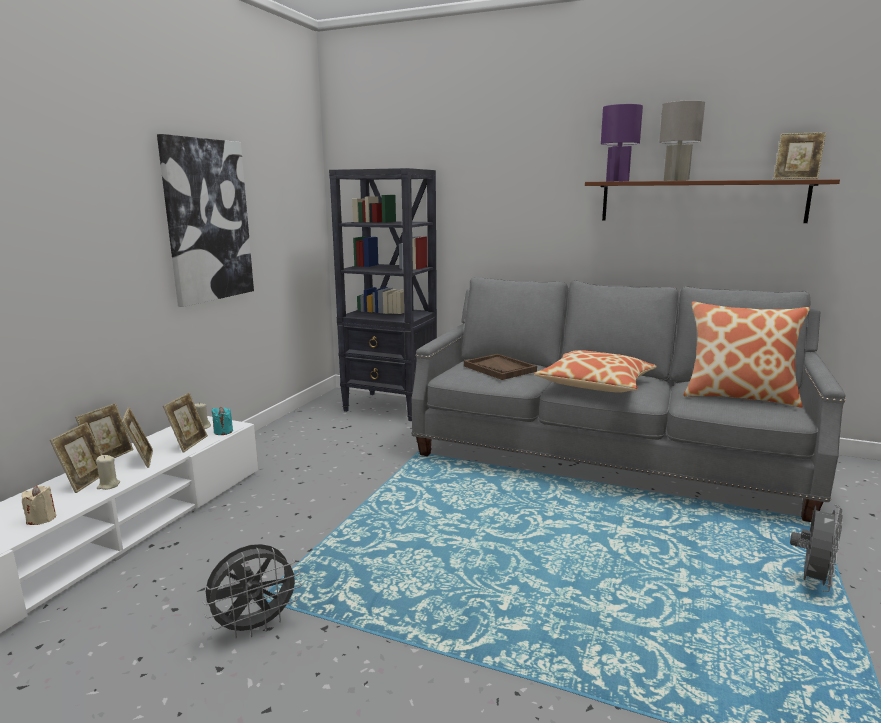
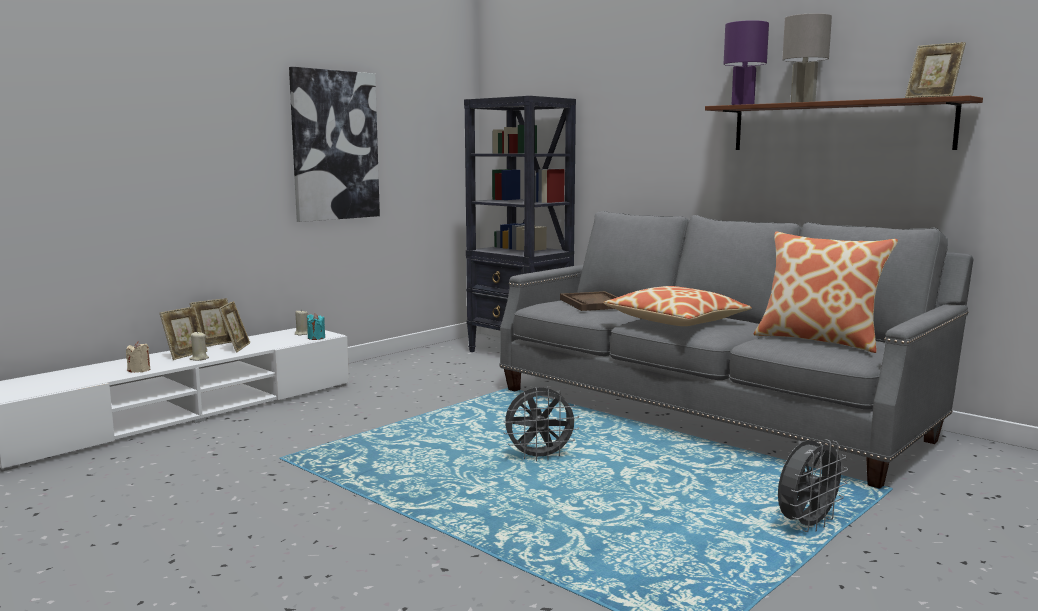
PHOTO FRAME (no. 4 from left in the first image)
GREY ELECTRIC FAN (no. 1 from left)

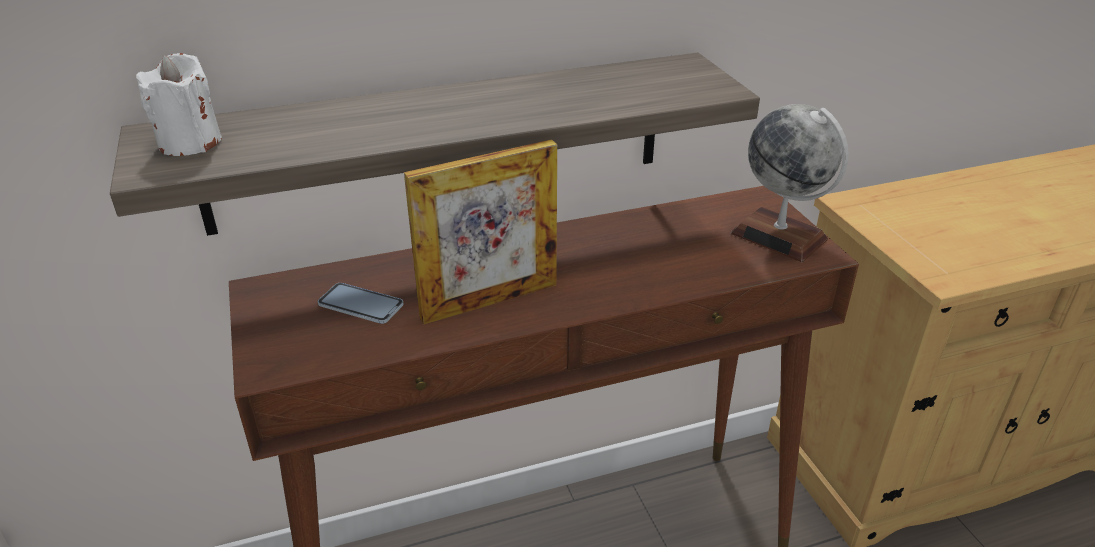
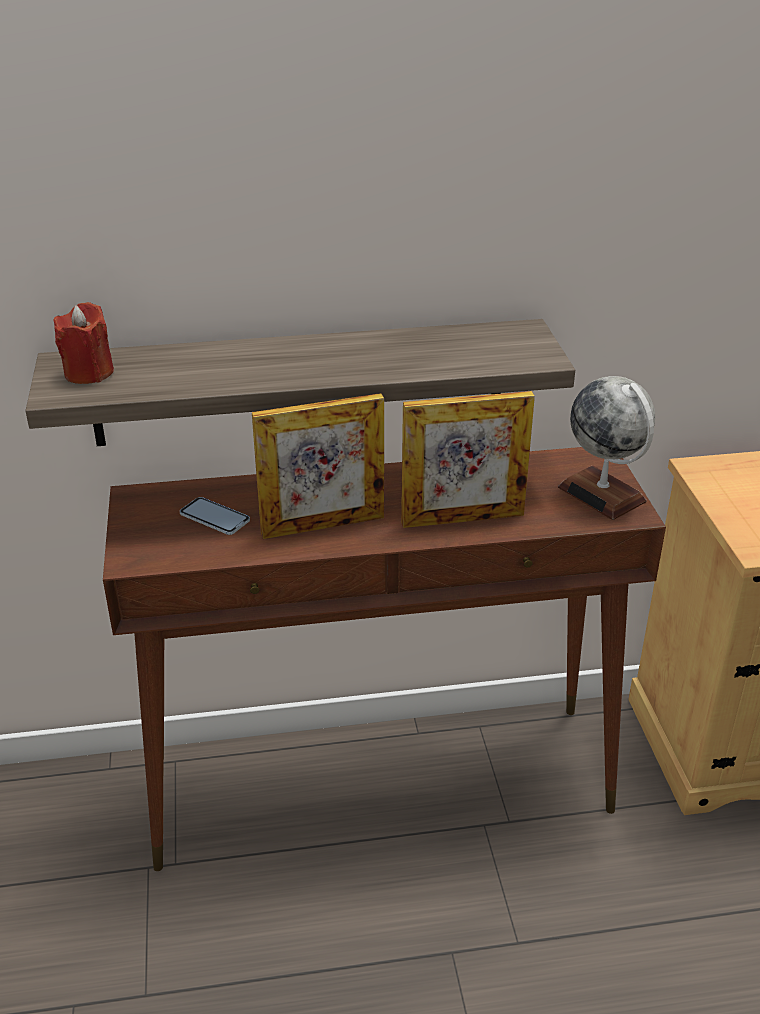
RED-COLOURED WAX CANDLE
PHOTO FRAME (no. 2 from left)

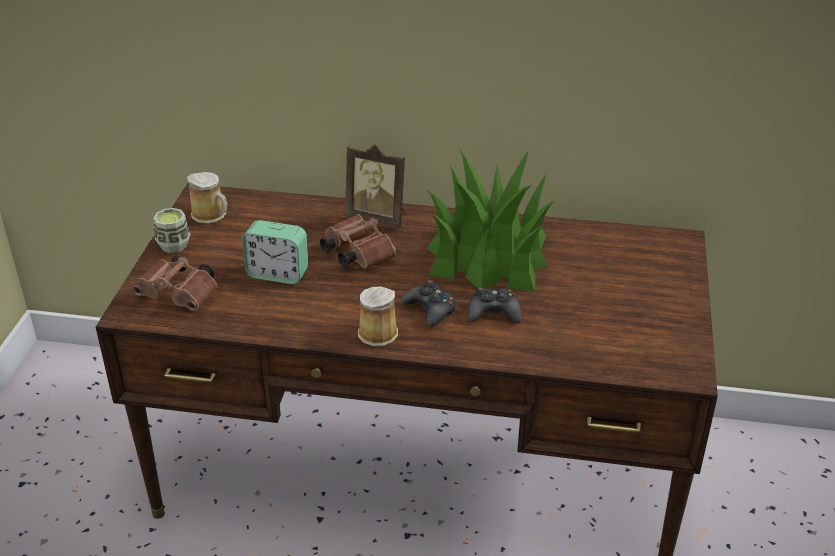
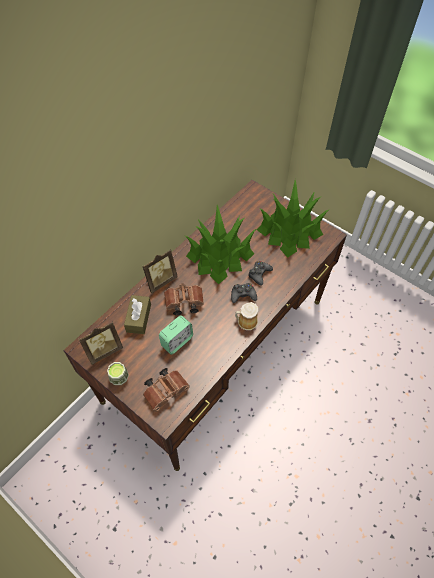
PHOTO FRAME (no. 1 from left)
POTTED PLANT (no. 2 from left)
BROWN TISSUE HOLDER

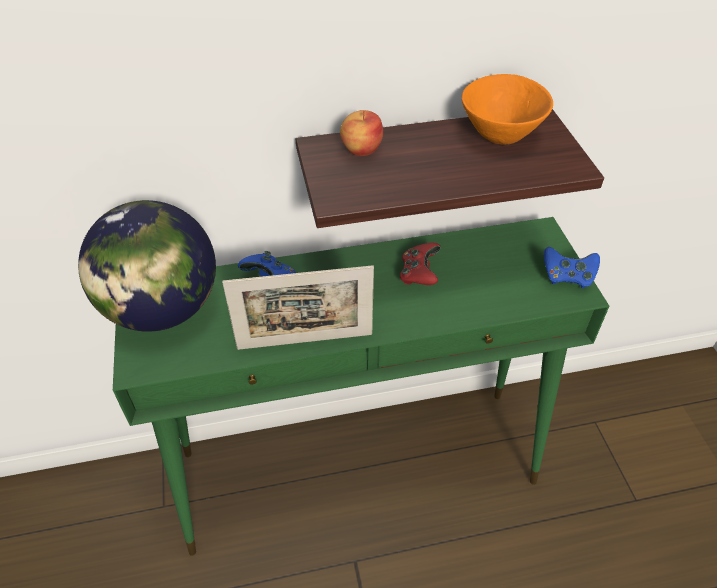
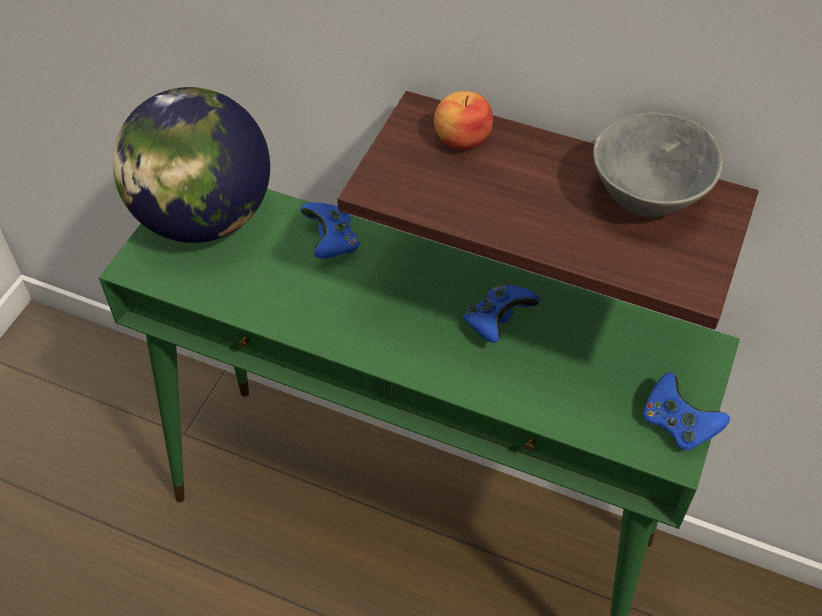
GREY BOWL
BLUISH JOYPAD (no. 2 from left)
PHOTO FRAME

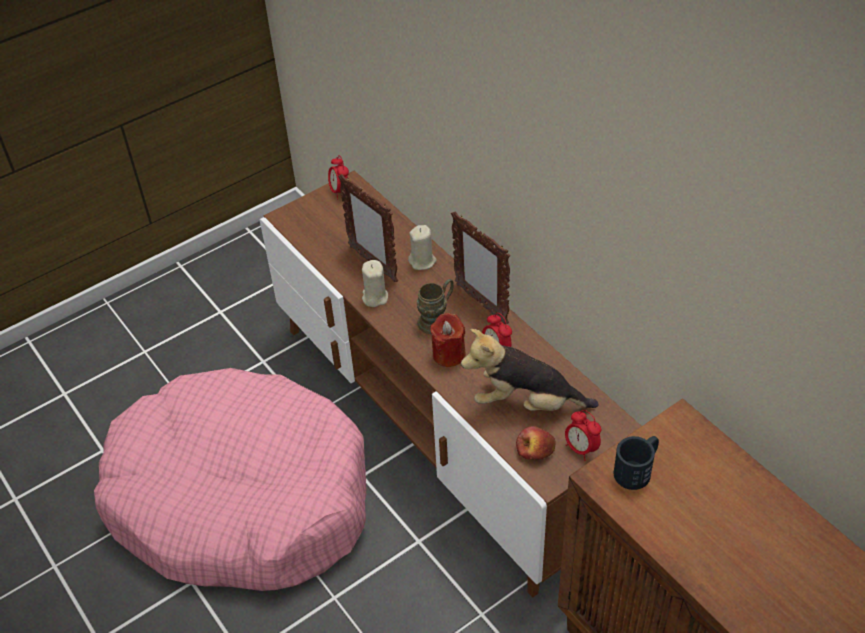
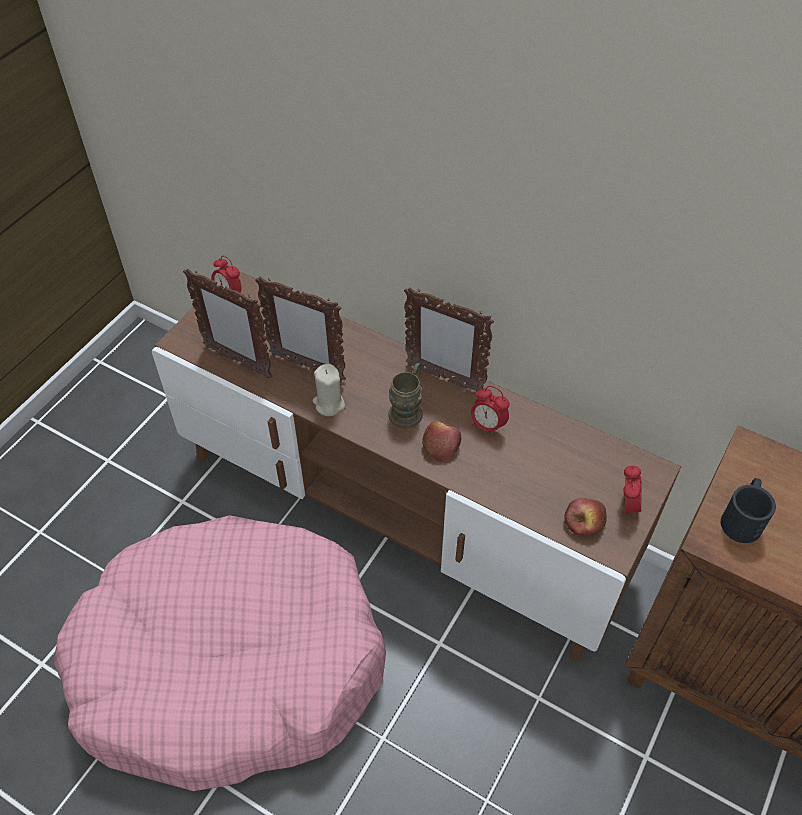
BEIGE-COLOURED WAX CANDLE (no. 2 from left in the first image)
APPLE FRUIT (no. 1 from left)
SOFT TOY
TABLE CLOCK (no. 3 from left)
PHOTO FRAME (no. 1 from left)

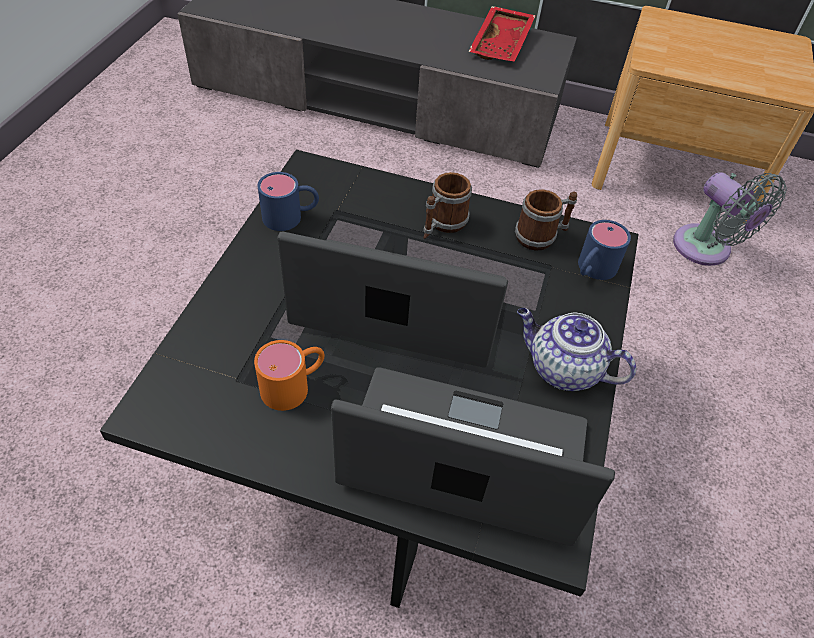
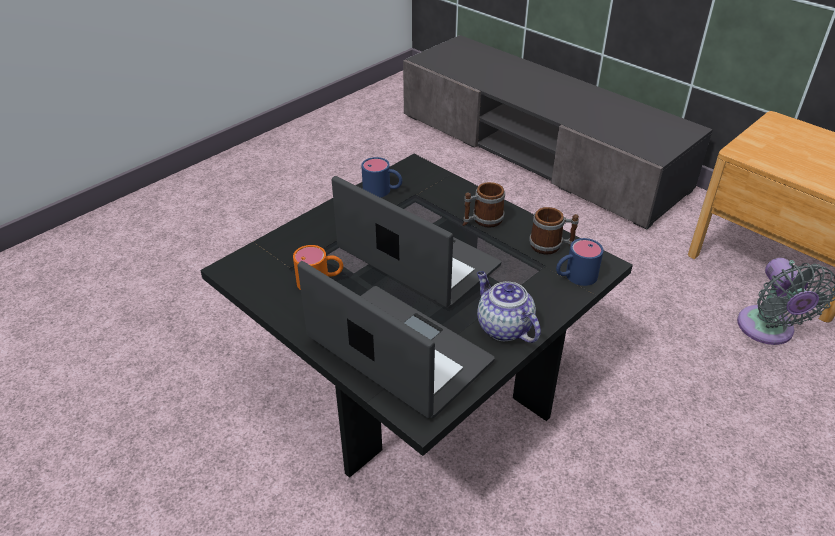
RED-COLOURED CARRYING TRAY

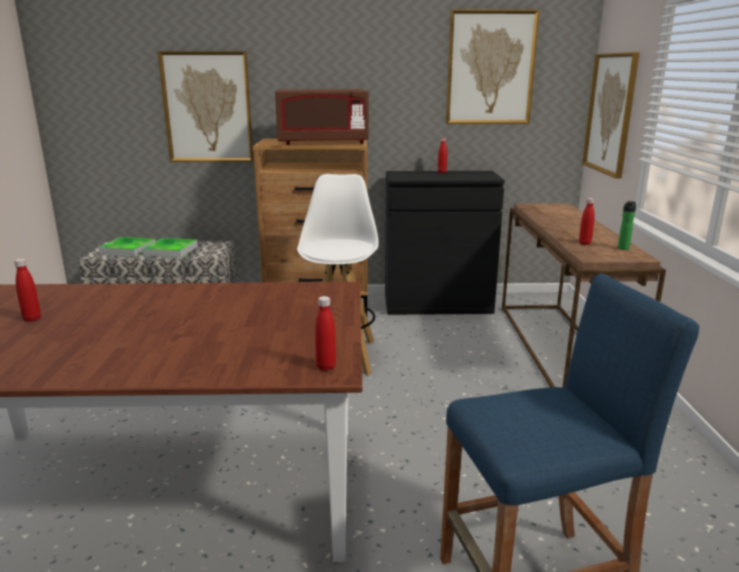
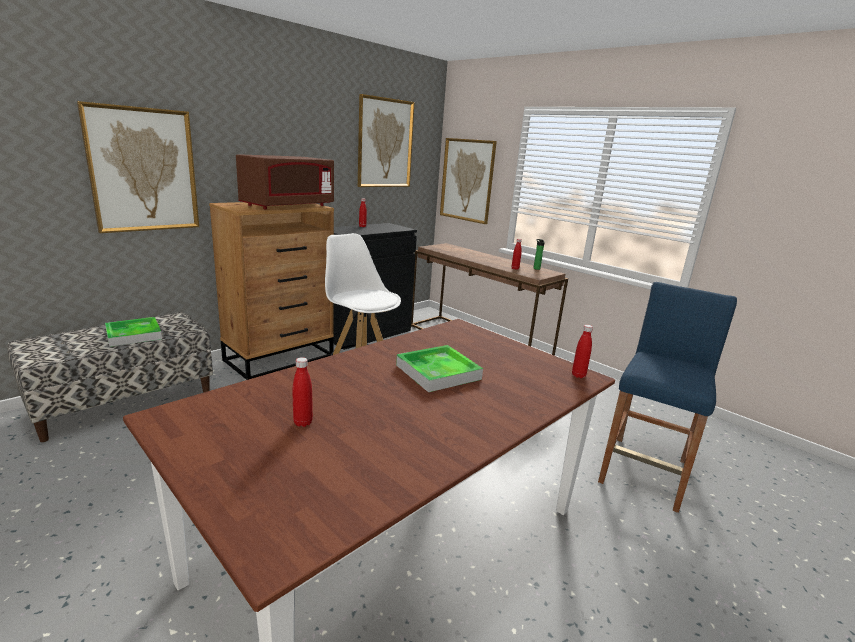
CARRYING TRAY (no. 2 from left)

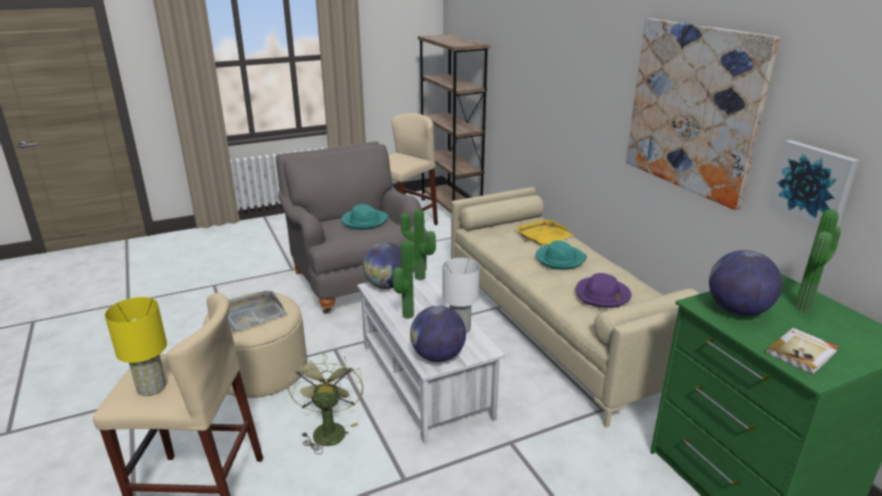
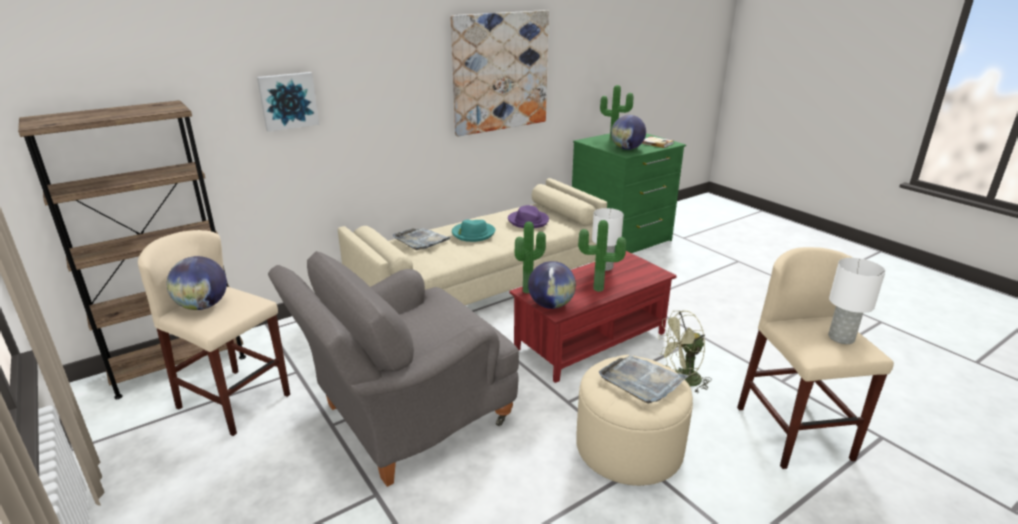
WALL ART (no. 1 from left)
TURQUOISE HAT (no. 1 from left in the first image)
GREY CARRYING TRAY (no. 1 from left)
RED-COLOURED LOW TABLE
WHITE TABLE LAMP (no. 2 from left)
WORLD GLOBE (no. 1 from left)

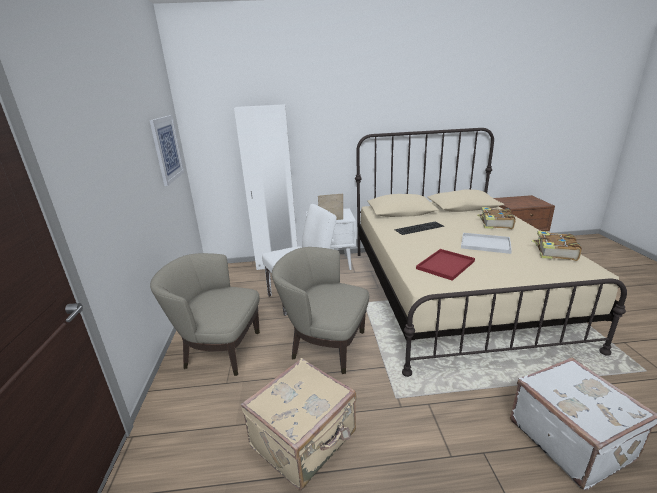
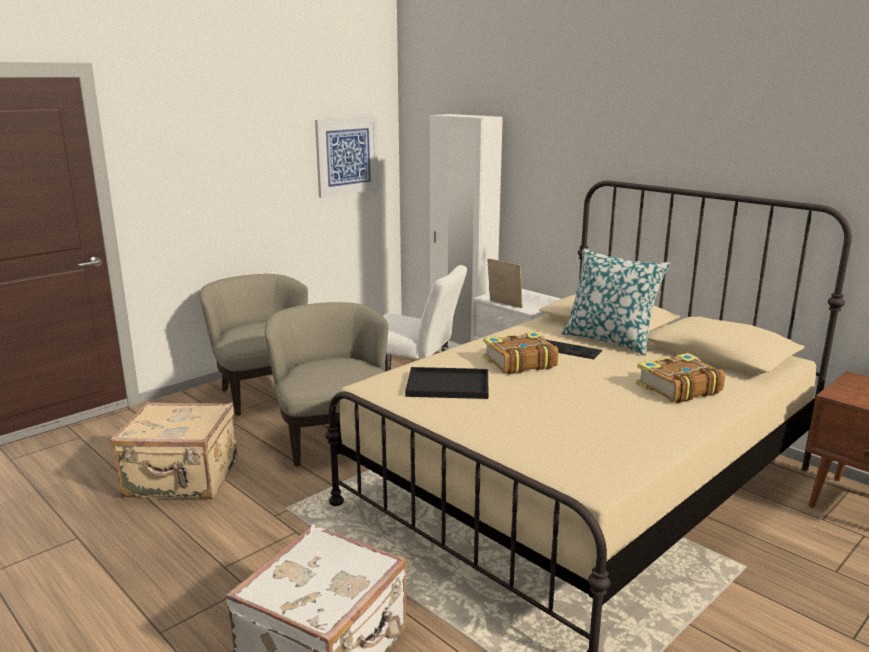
BOUND BOOK (no. 1 from left)
WHITE CARRYING TRAY
BLACKISH CARRYING TRAY
CUSHION

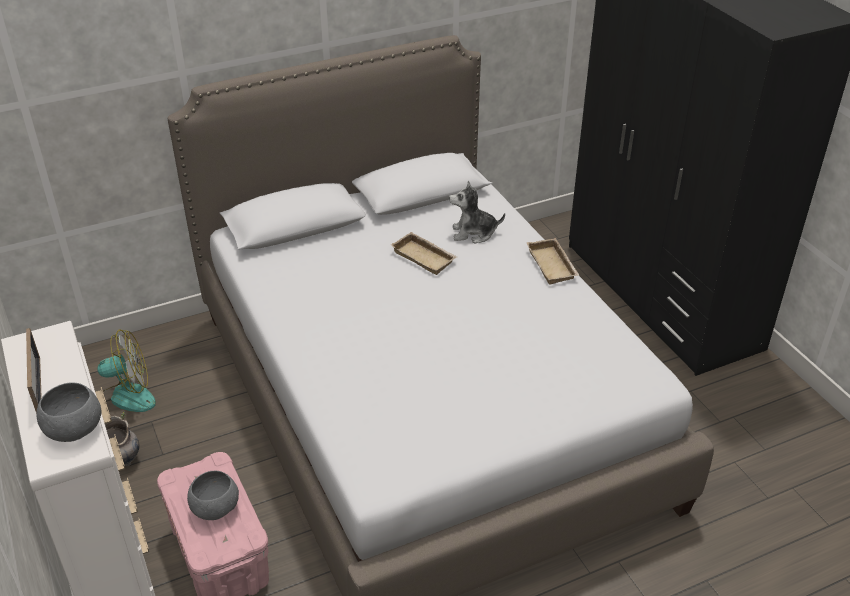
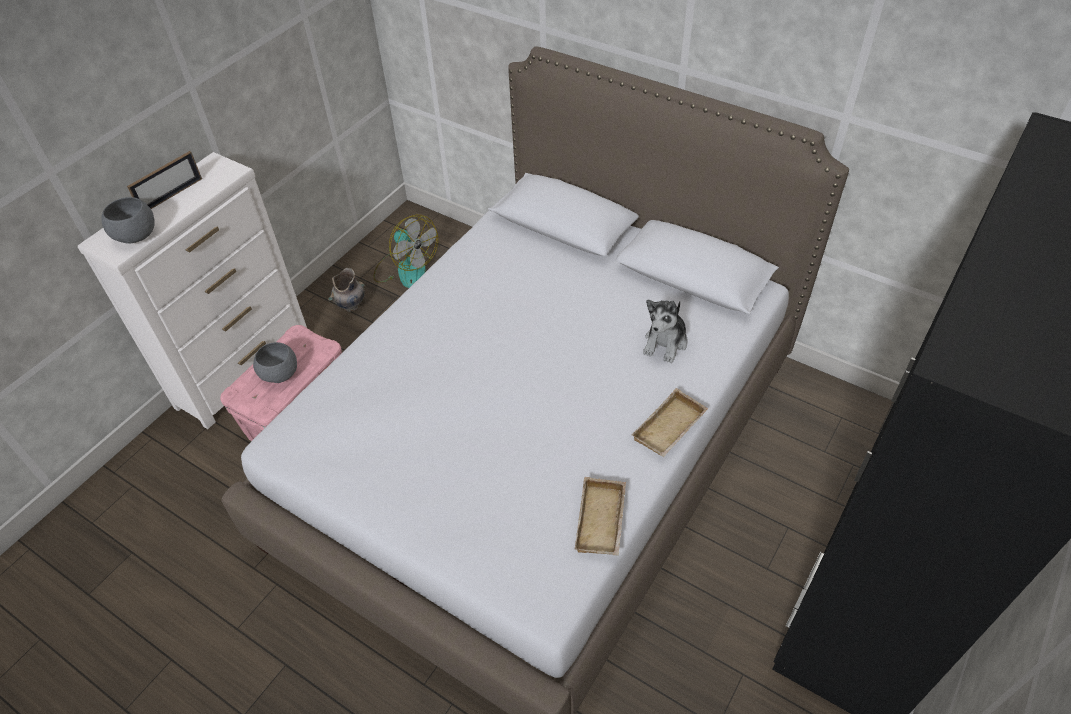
SOFT TOY
BEIGE-COLOURED CARRYING TRAY (no. 1 from left)

